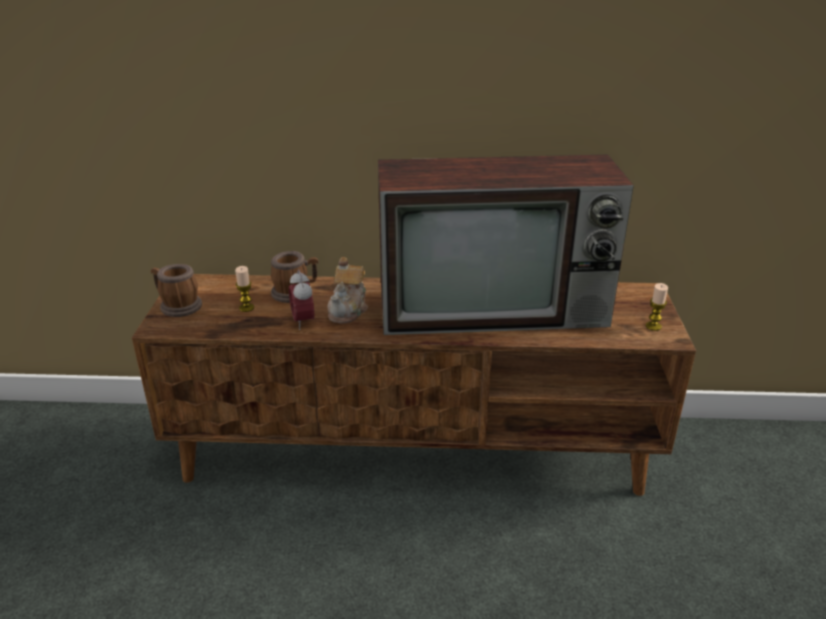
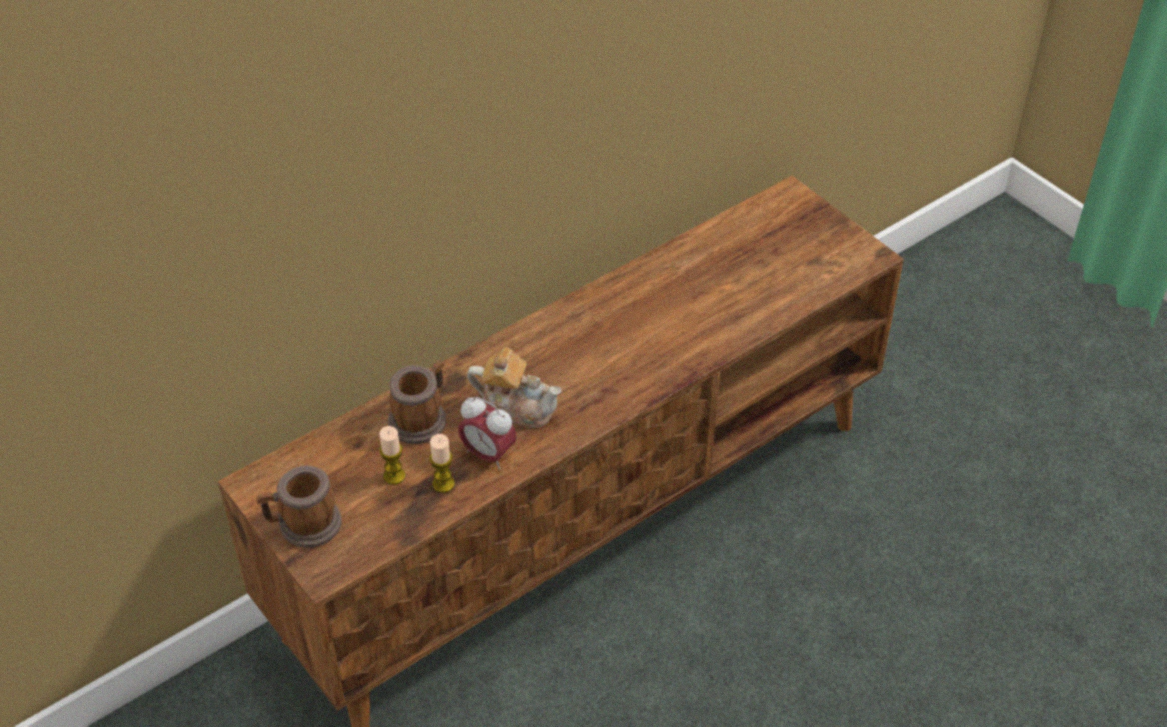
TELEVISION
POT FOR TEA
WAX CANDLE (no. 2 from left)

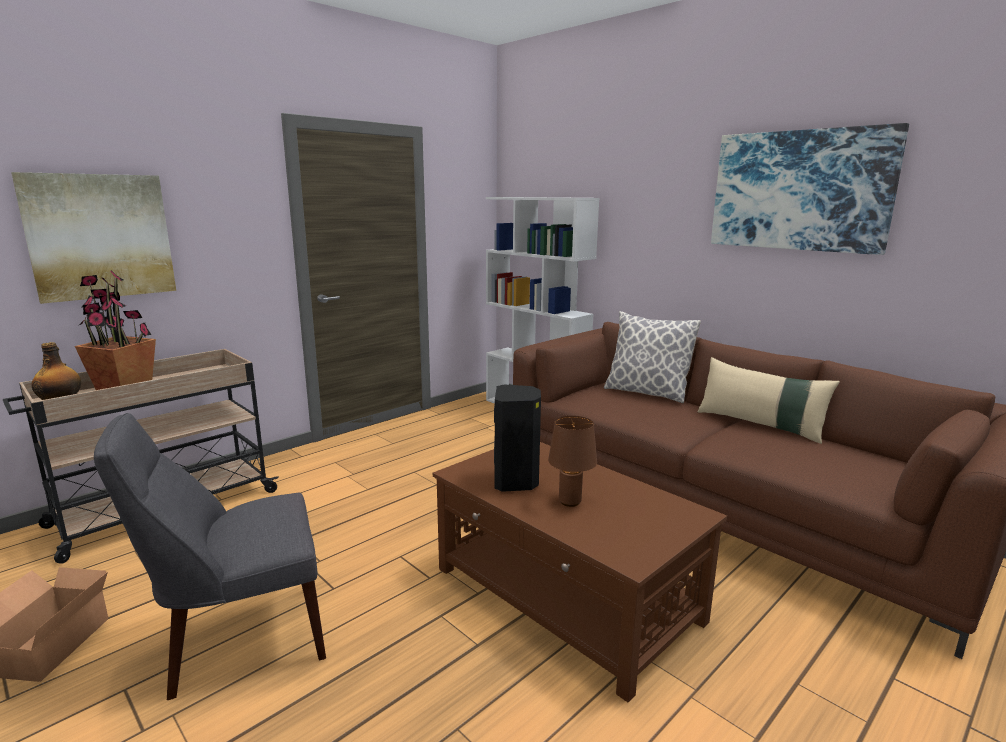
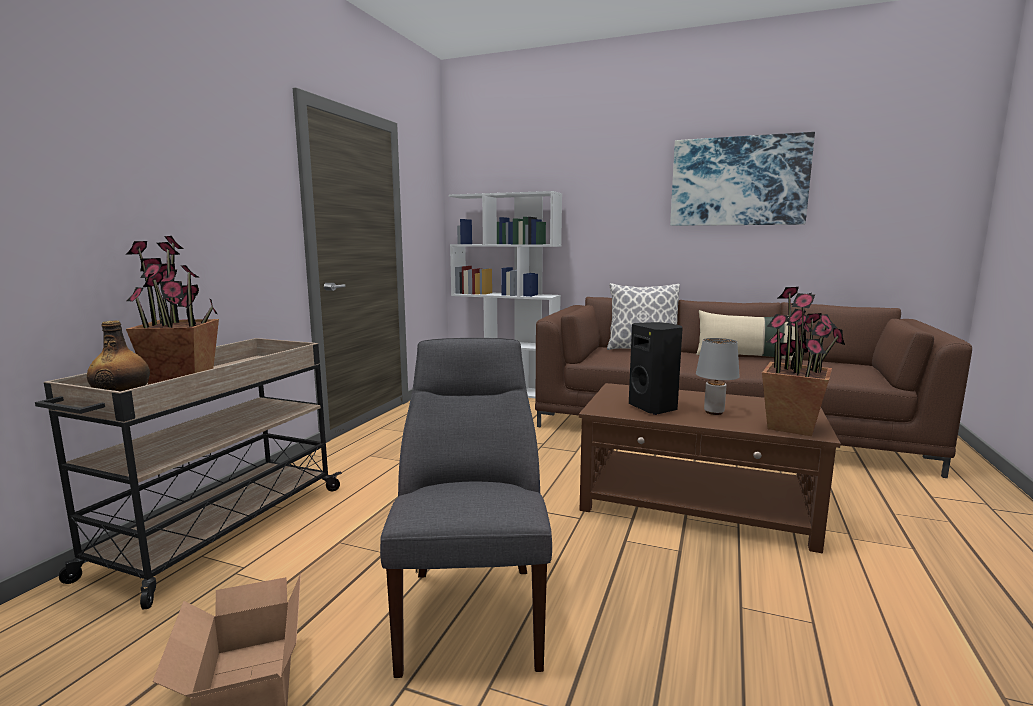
WALL ART (no. 1 from left in the first image)
GREY PLAIN CHAIR
GREY TABLE LAMP
POTTED PLANT (no. 2 from left)

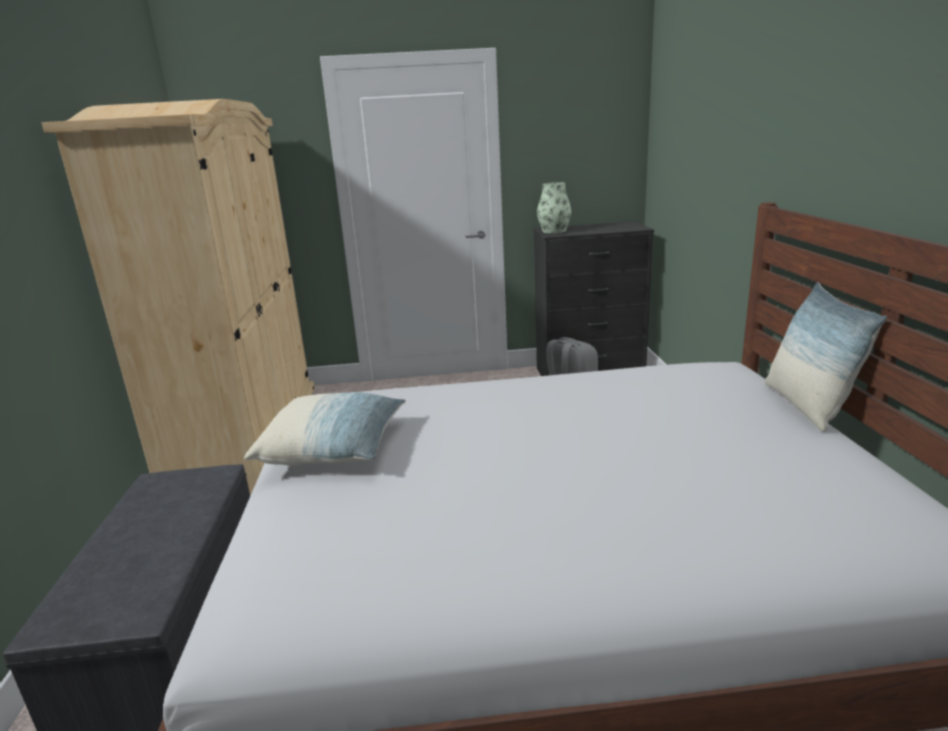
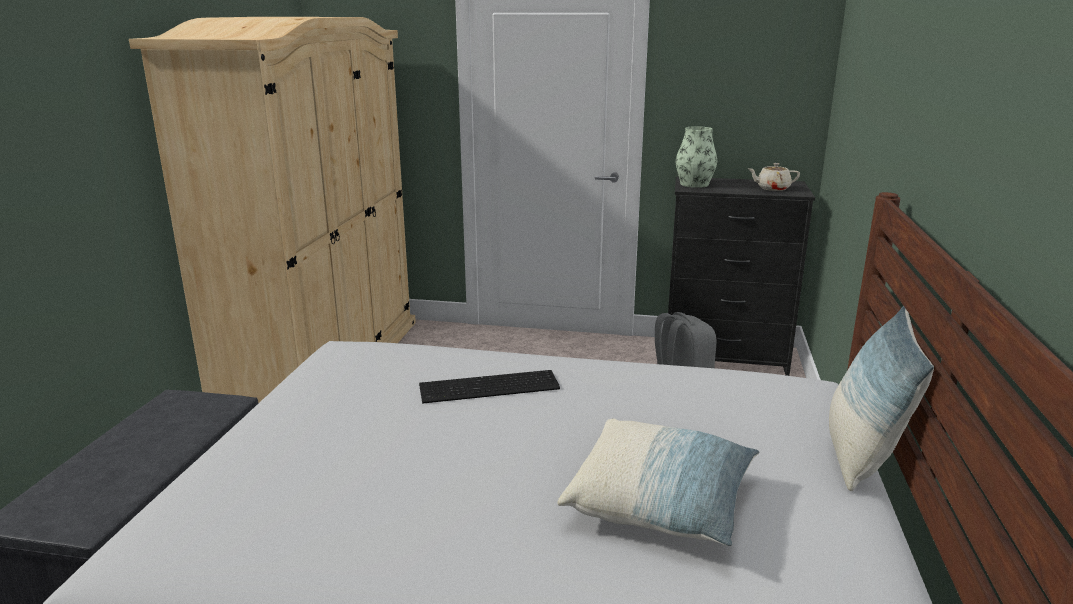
CUSHION (no. 1 from left)
BEIGE-COLOURED POT FOR TEA
PC KEYBOARD

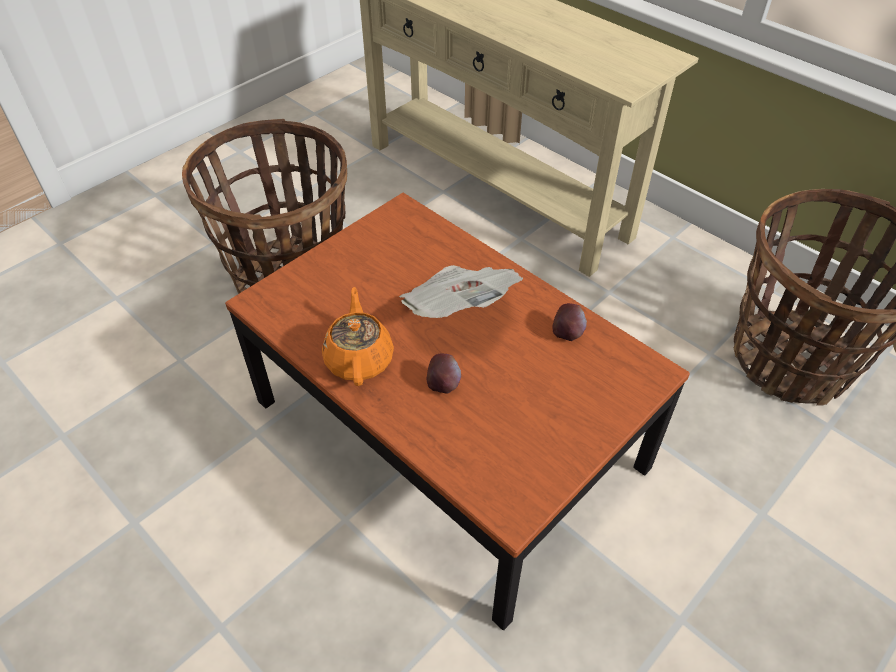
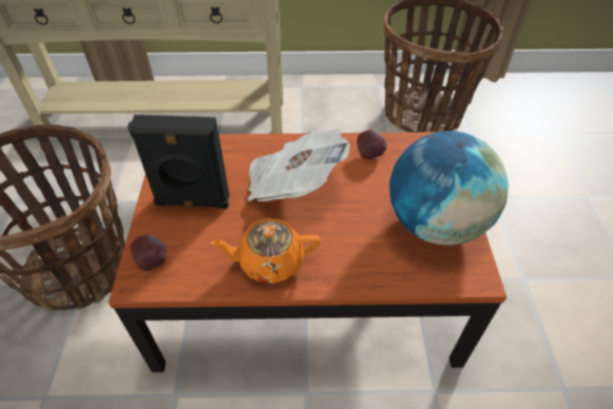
ORANGE-COLOURED POT FOR TEA
APPLE FRUIT (no. 1 from left)
BLACKISH SPEAKER
WORLD GLOBE

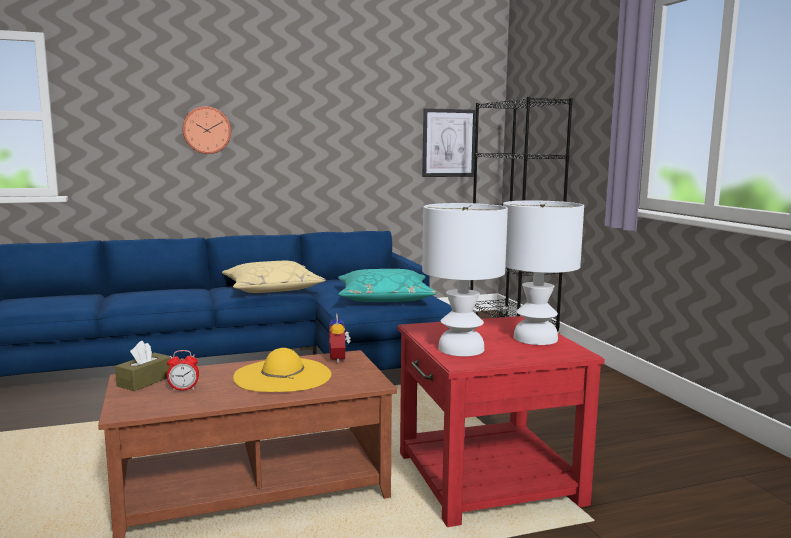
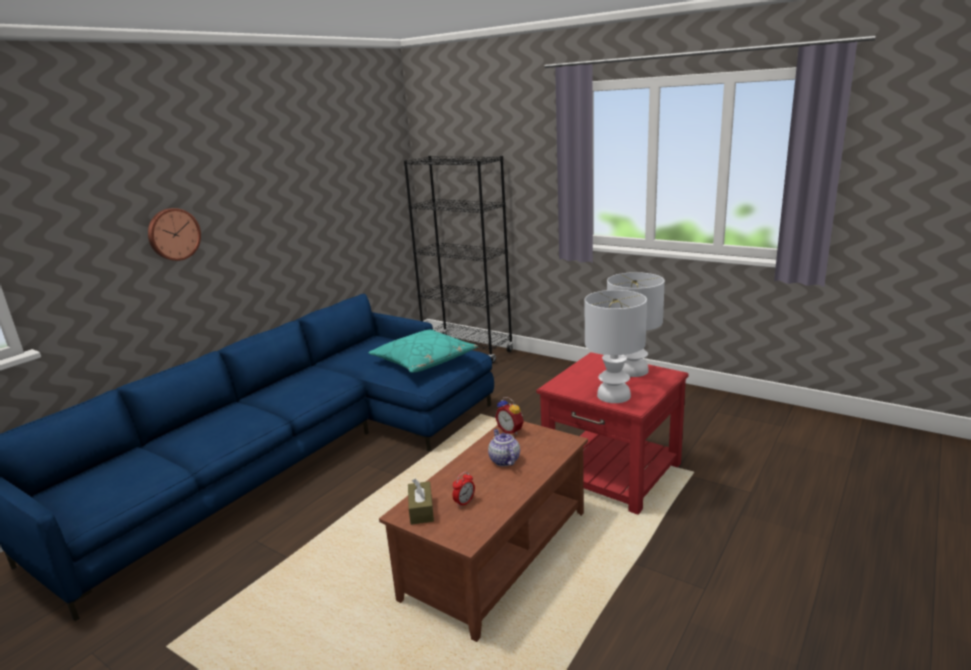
WALL ART
BEIGE-COLOURED CUSHION
POT FOR TEA

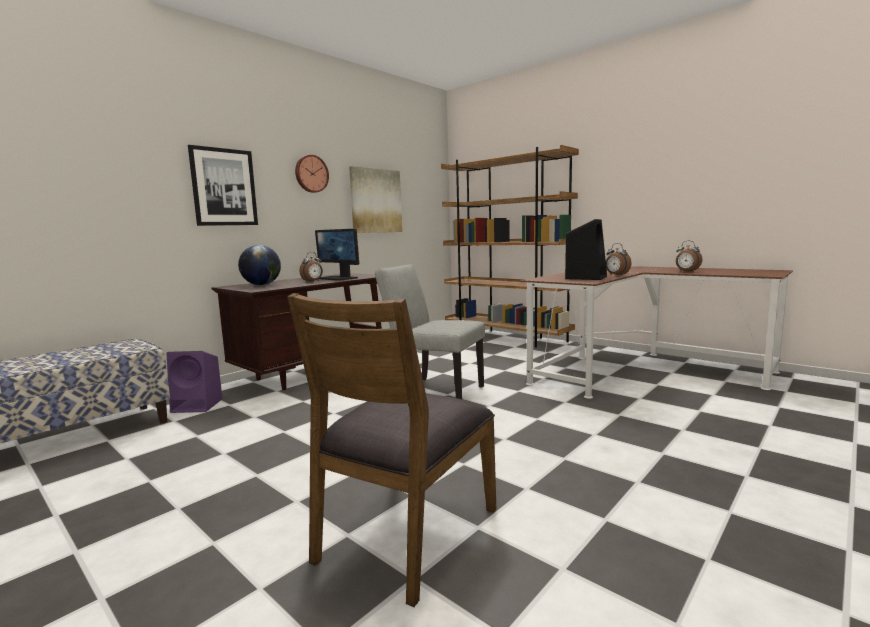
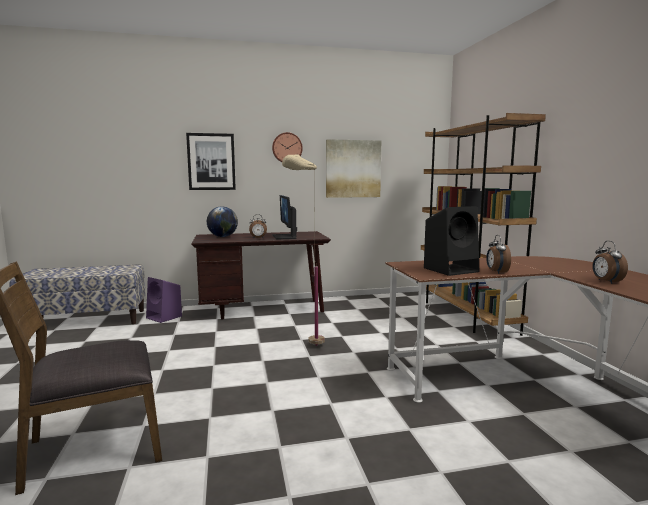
BEIGE-COLOURED FLOOR LAMP

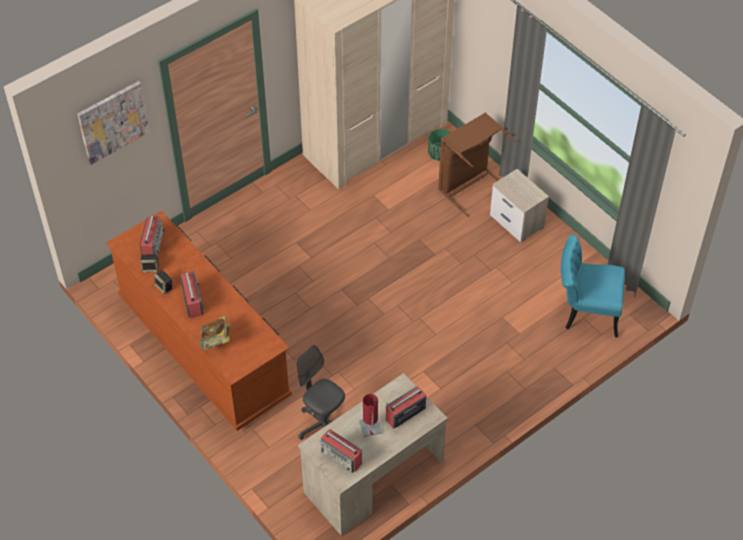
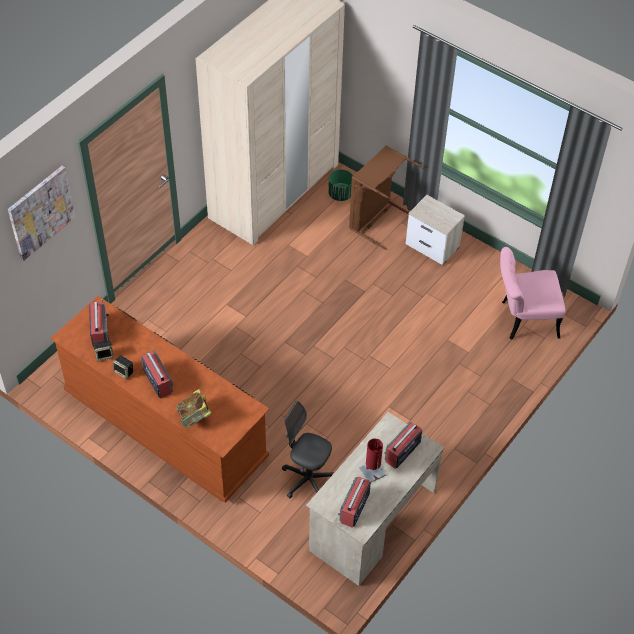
PINK-COLOURED PLAIN CHAIR
RADIO SET (no. 3 from left)

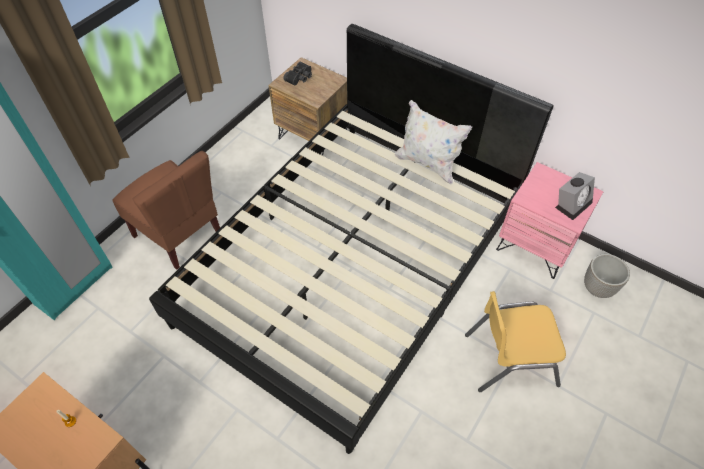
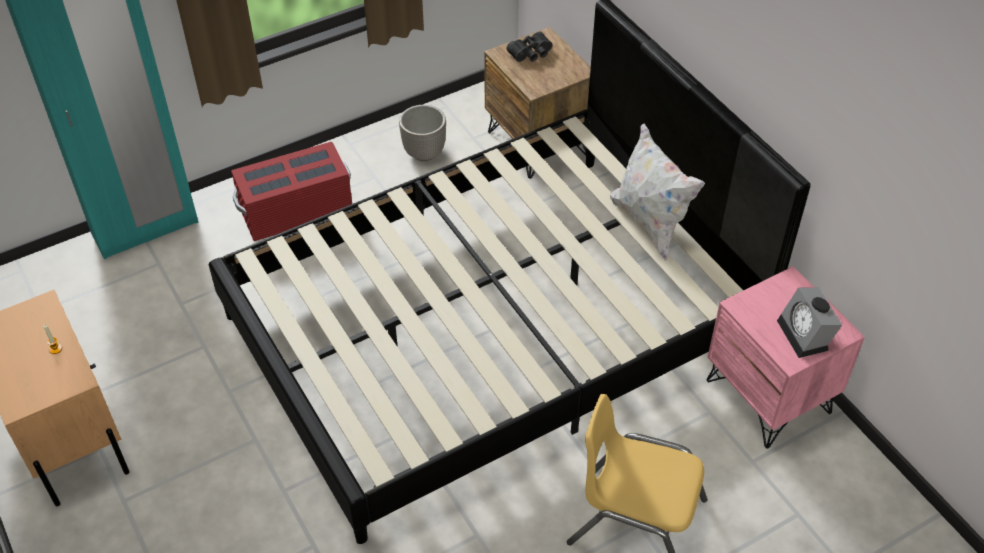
RED-COLOURED STORAGE BIN
TABLE CLOCK
FLOWER POT

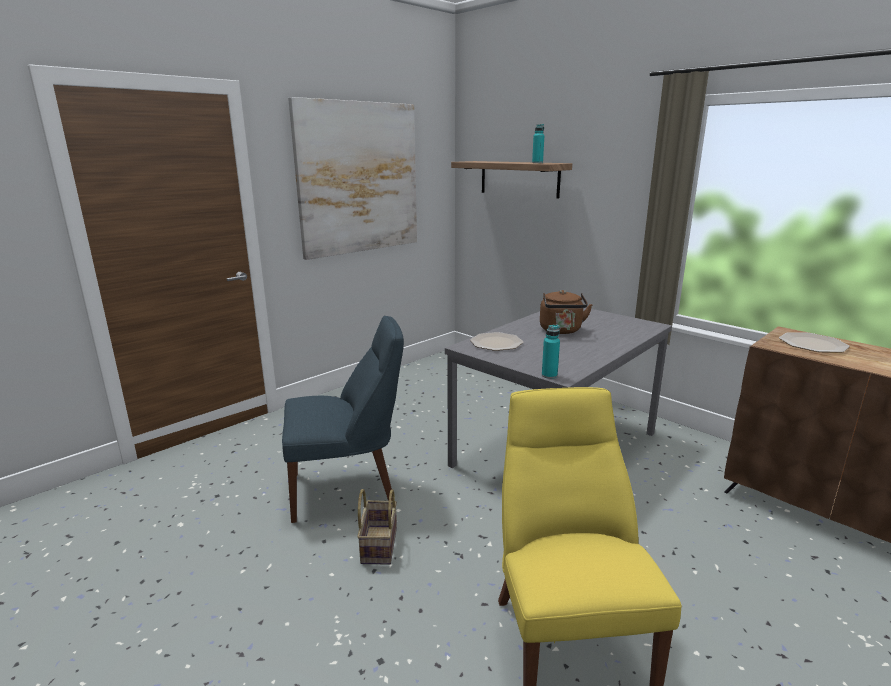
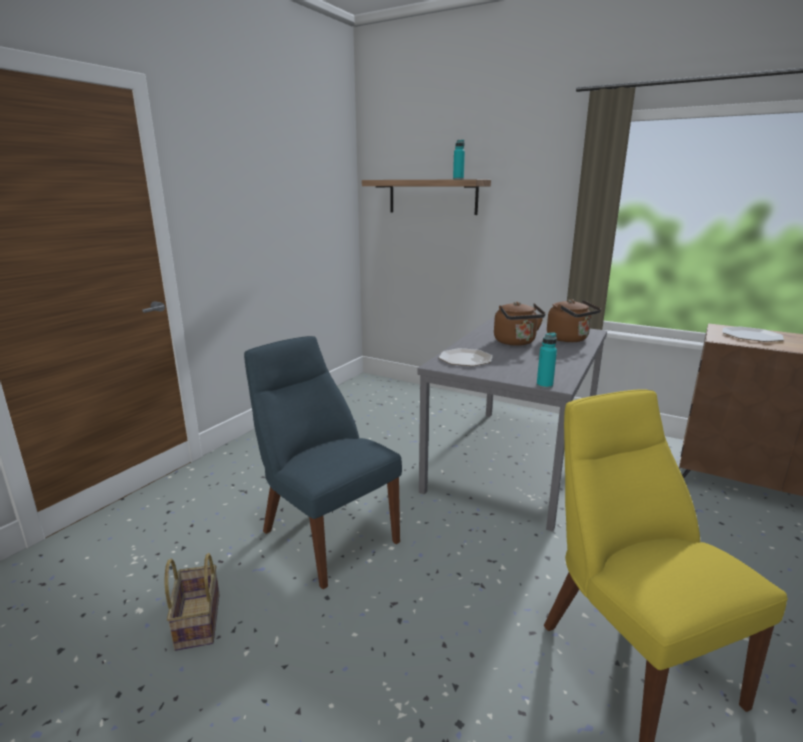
WALL ART
BLUISH PLAIN CHAIR
STORAGE BASKET
BROWN WATER KETTLE (no. 2 from left)

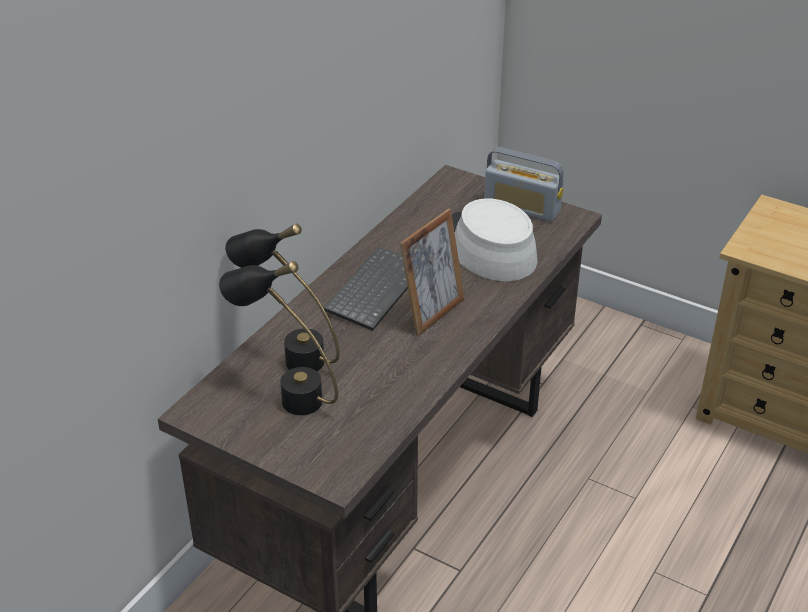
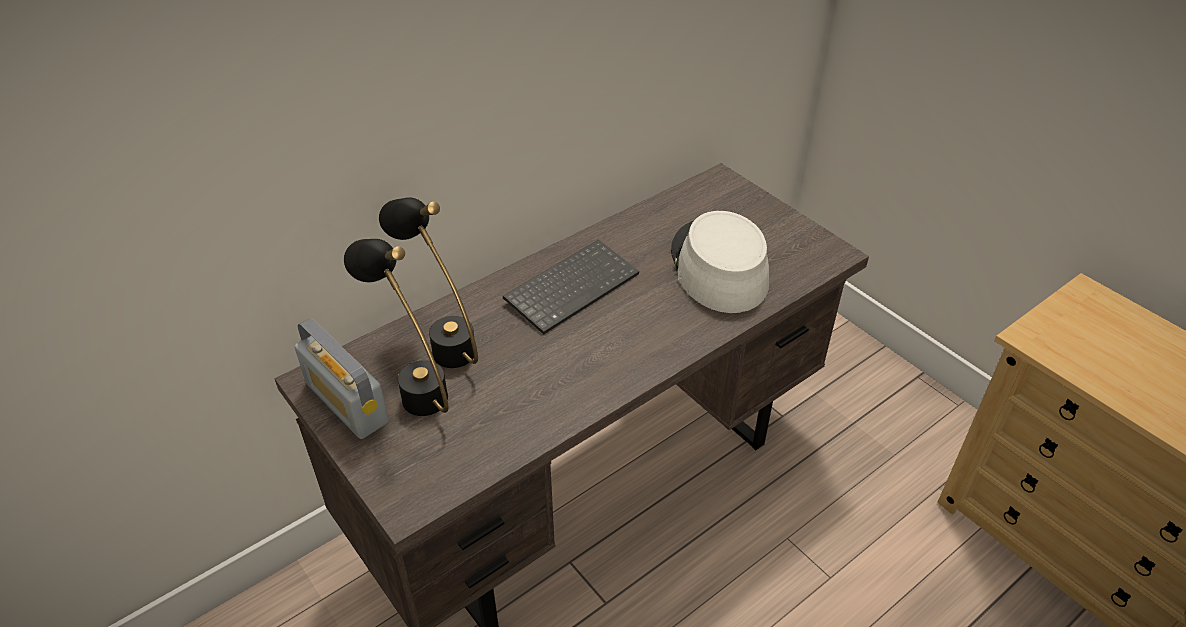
RADIO SET
PHOTO FRAME

